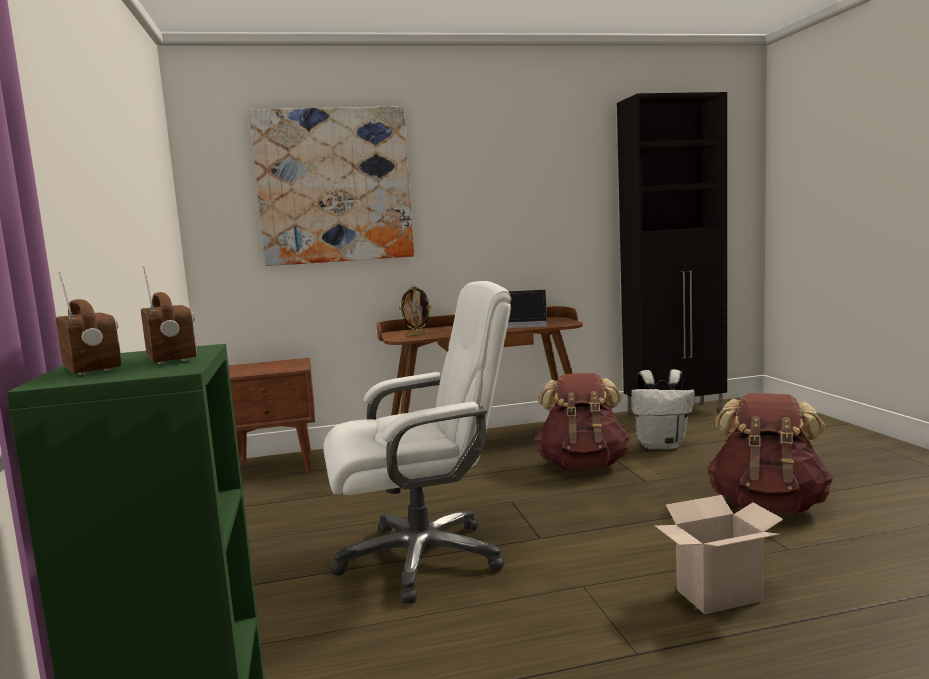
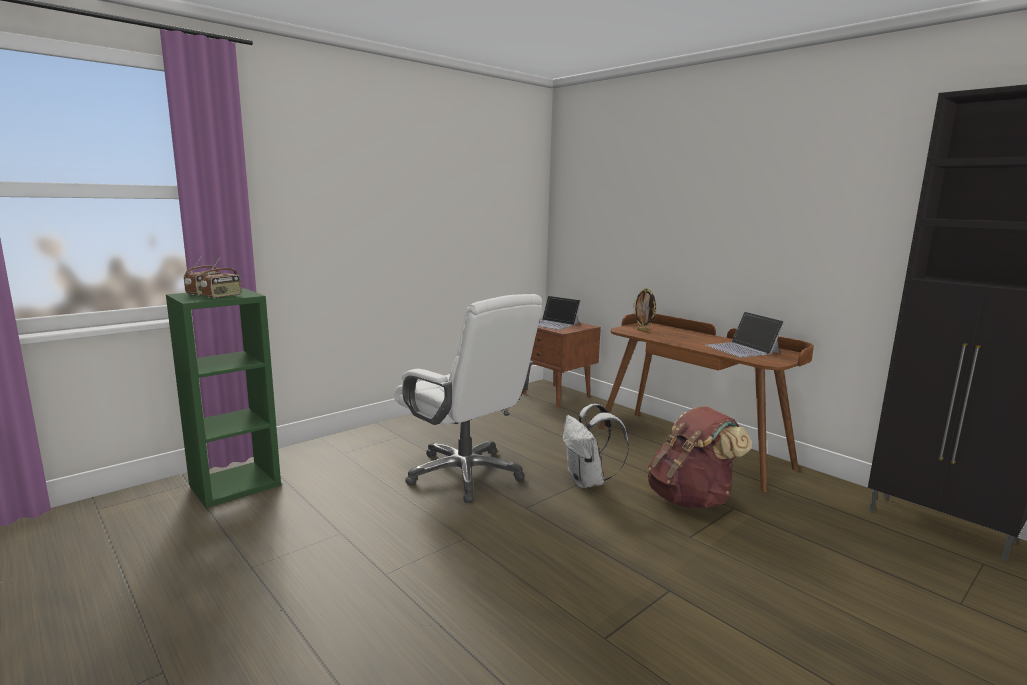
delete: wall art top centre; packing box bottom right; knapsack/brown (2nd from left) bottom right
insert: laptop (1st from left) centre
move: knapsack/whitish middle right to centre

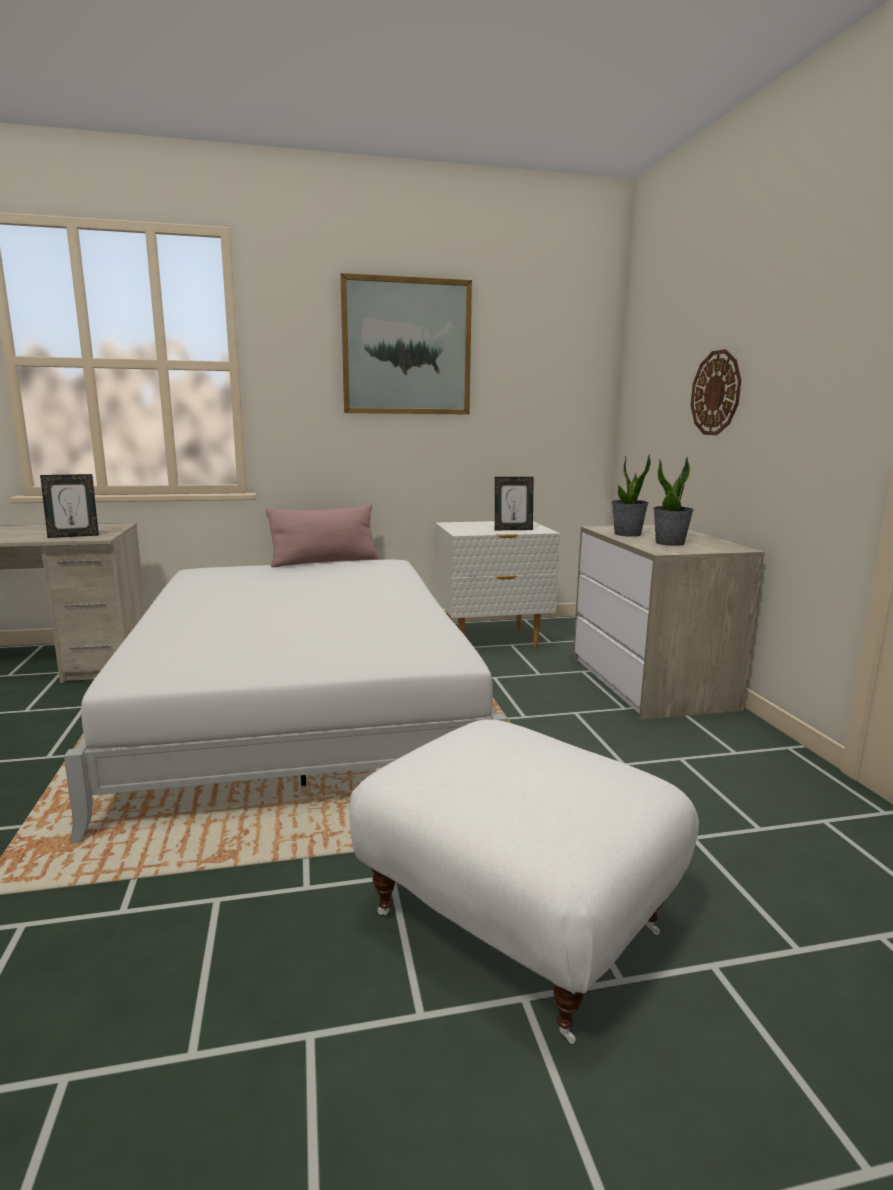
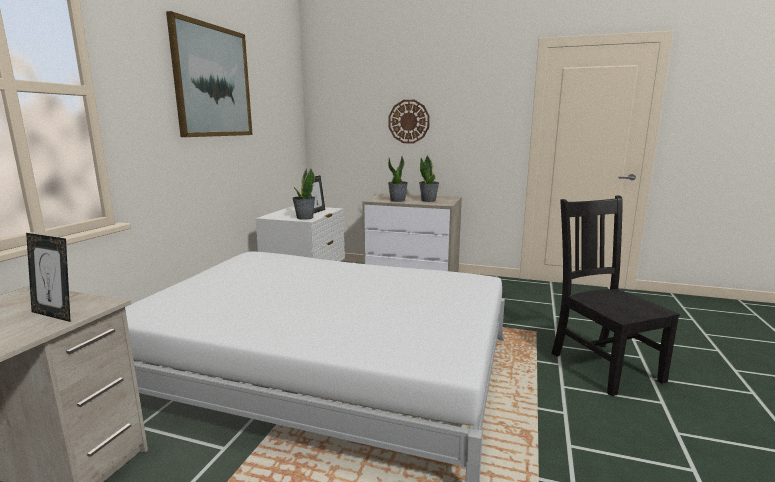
delete: cushion/pinkish centre
insert: plant in a pot (1st from left) centre
replace: footrest/whitish bottom centre to upright chair/black-coloured middle right
rotate: photo frame (1st from left) middle left = middle left 105 degrees clockwise

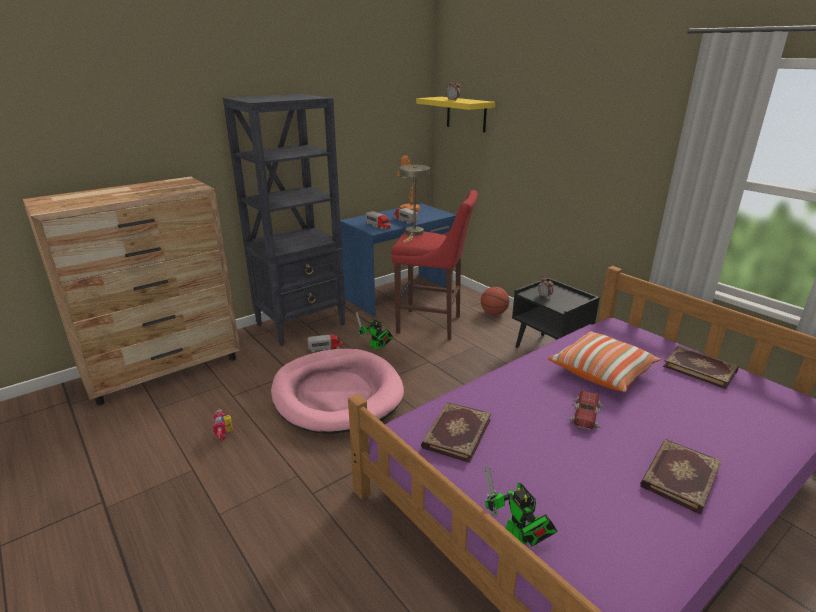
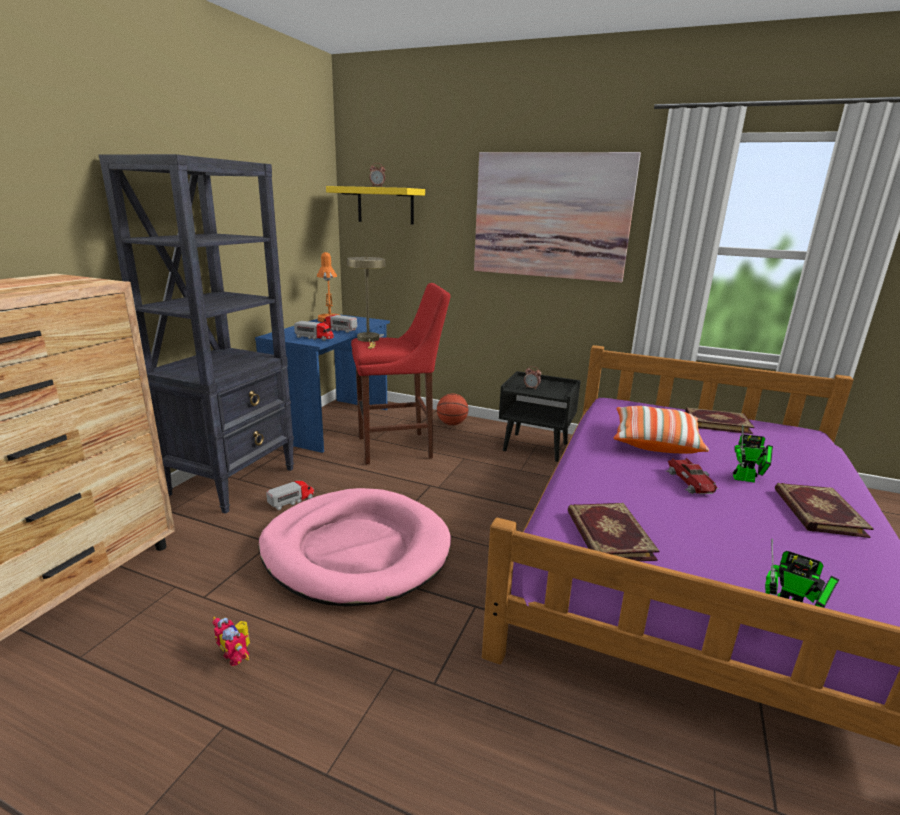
insert: wall art top centre
move: toy robot (2nd from left) centre to middle right

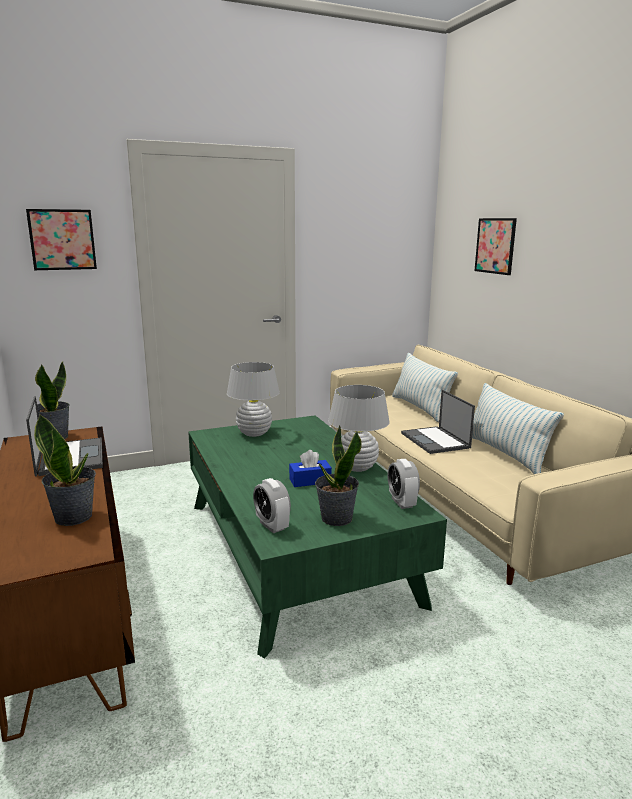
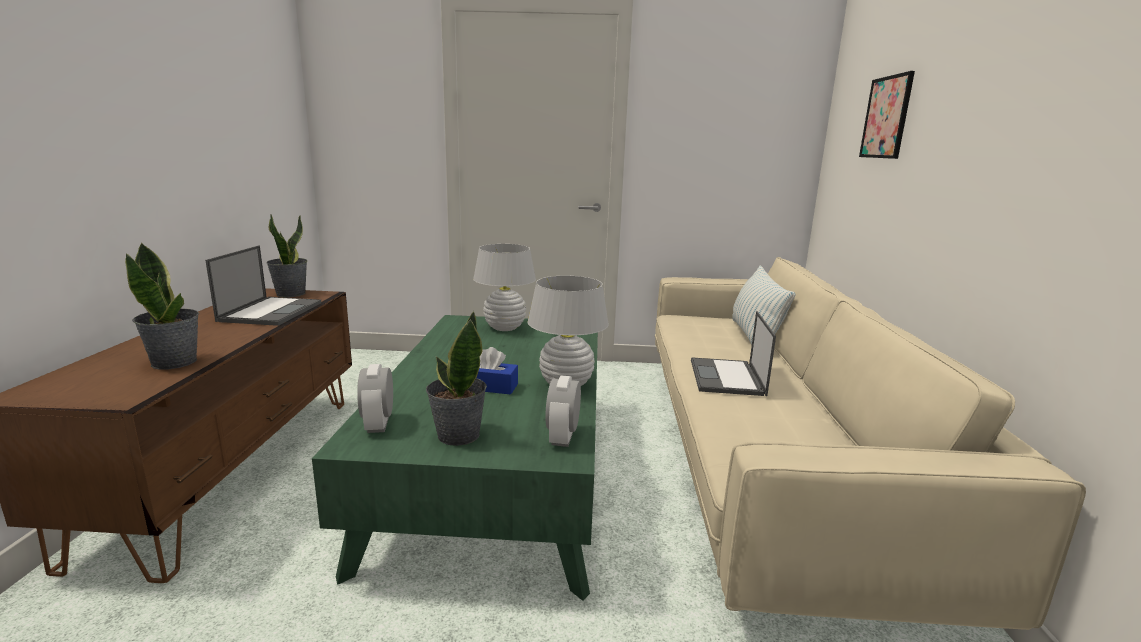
delete: wall art (1st from left) top left; cushion (2nd from left) middle right

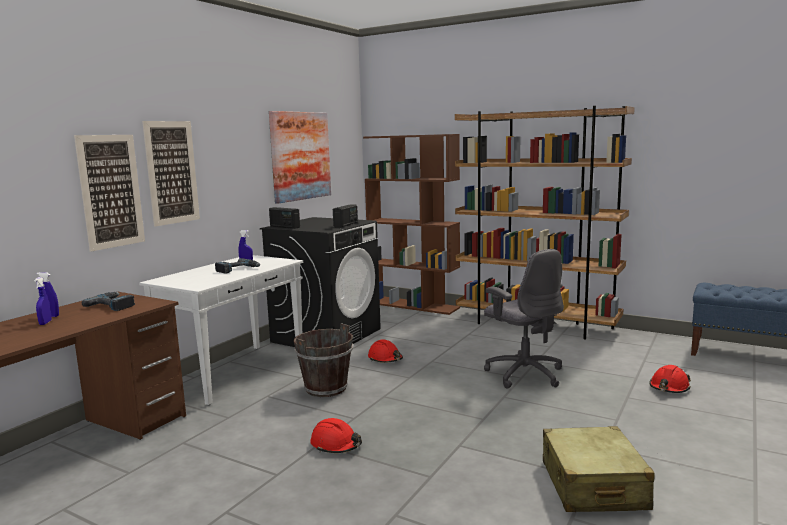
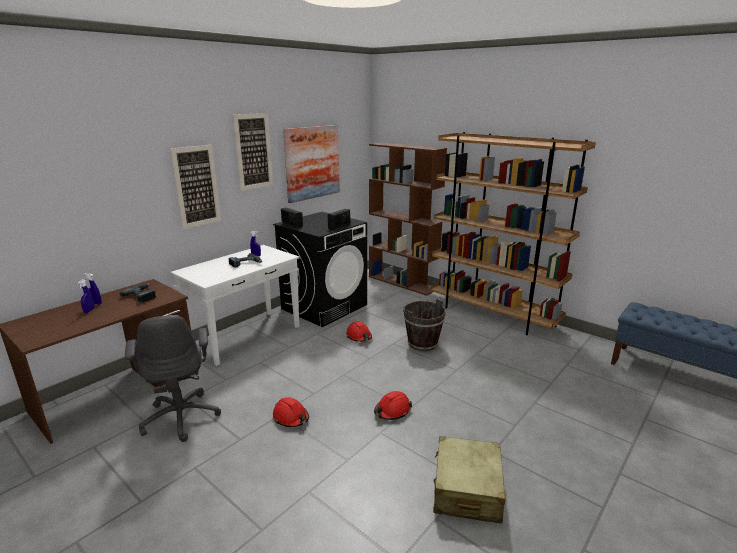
move: wall art (1st from left in the first image) middle left to wall art (2nd from left) top centre; water bucket/brown bottom centre to centre; desk chair/grey centre to bottom left; safety helmet/red-coloured (3rd from left) bottom right to bottom centre

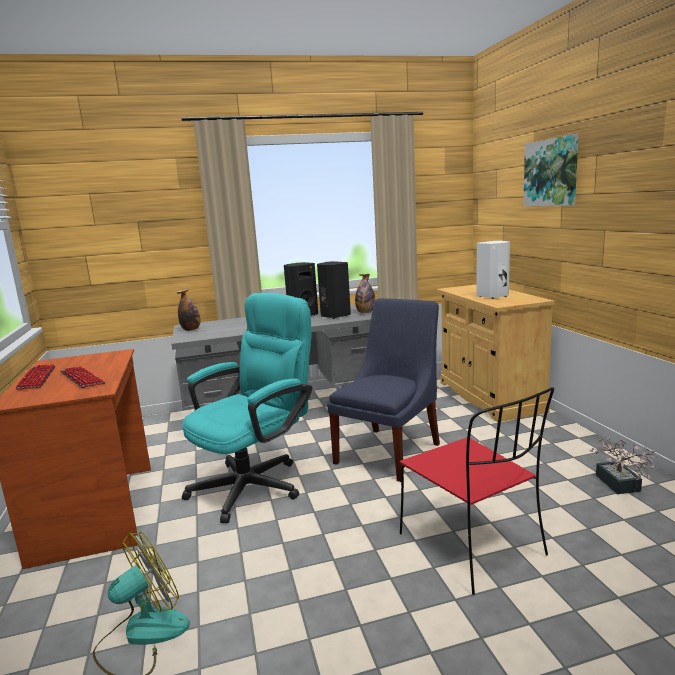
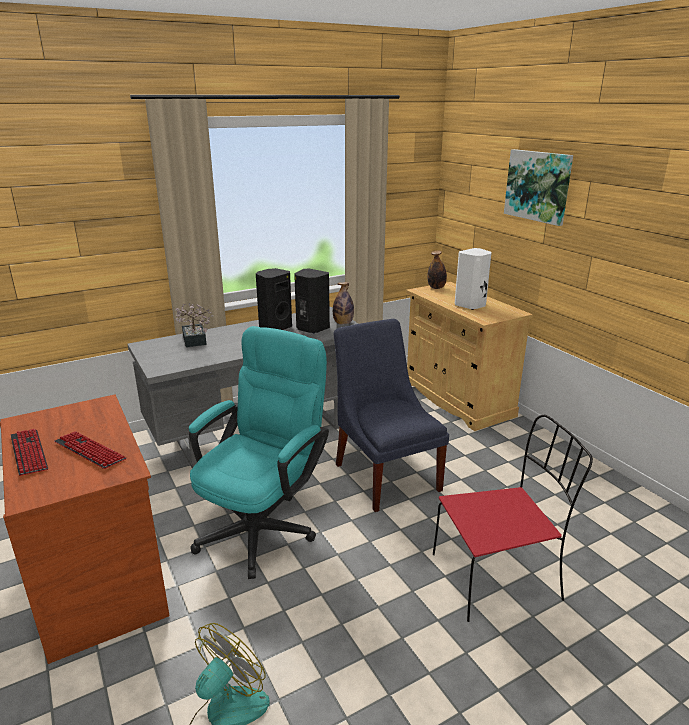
move: beverage bottle (1st from left in the first image) middle left to beverage bottle (2nd from left) centre; plant in a pot bottom right to middle left
rotate: upright chair/blue centre = centre 45 degrees counterclockwise; upright chair/red-coloured bottom right = bottom right 60 degrees counterclockwise

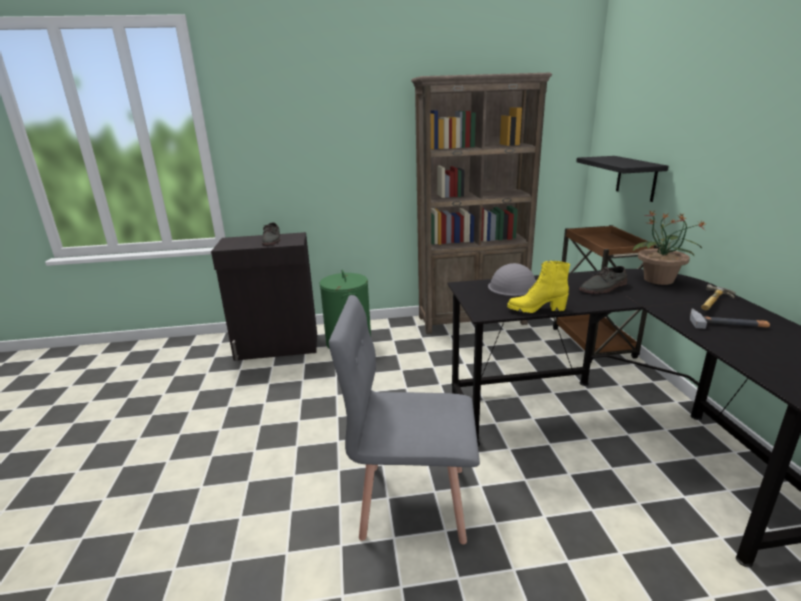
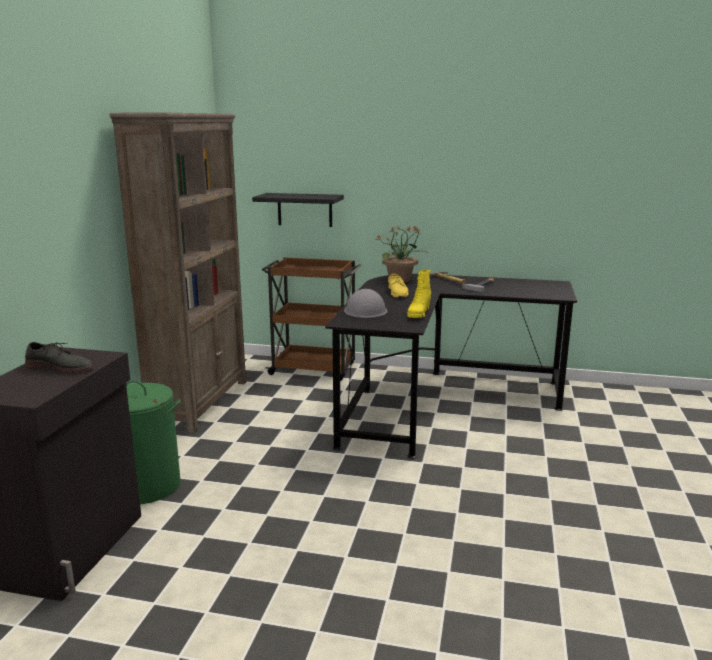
delete: upright chair/grey bottom centre
recolor: shoe/grey (2nd from left) middle right to shoe/yellowish centre

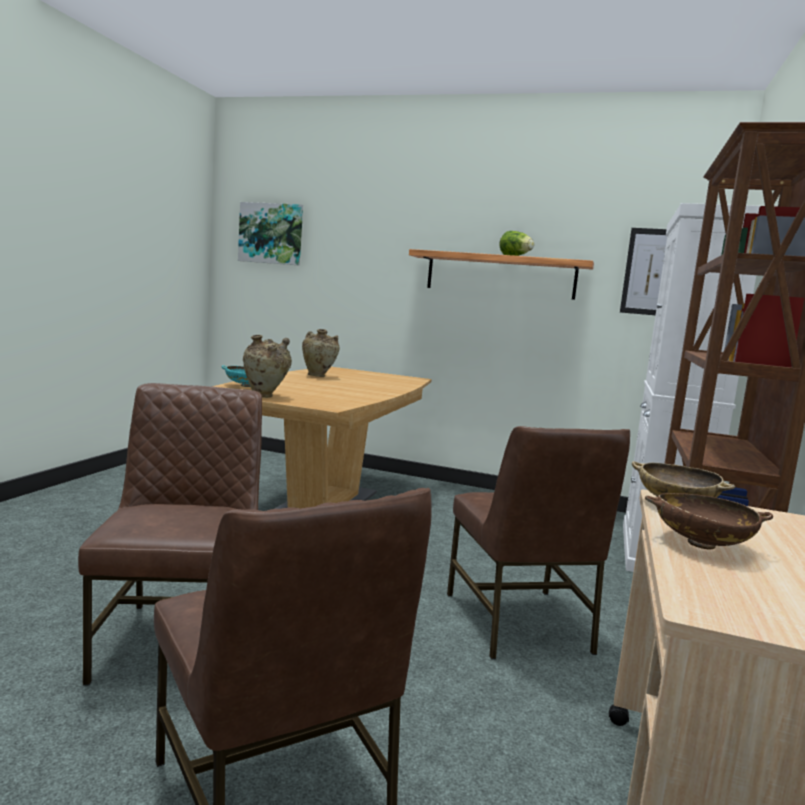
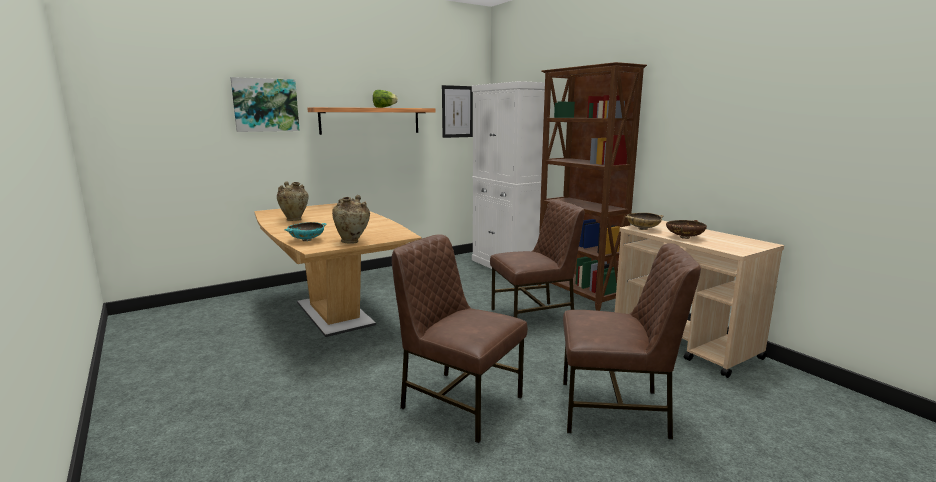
move: wall art (1st from left) top centre to top left
rotate: upright chair/brown (3rd from left in the first image) bottom right = centre 45 degrees counterclockwise

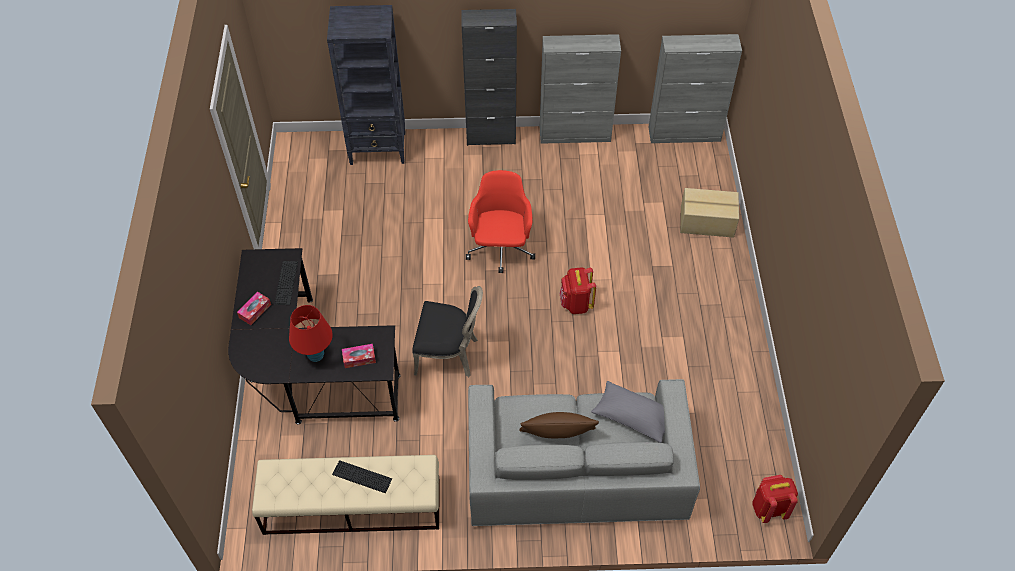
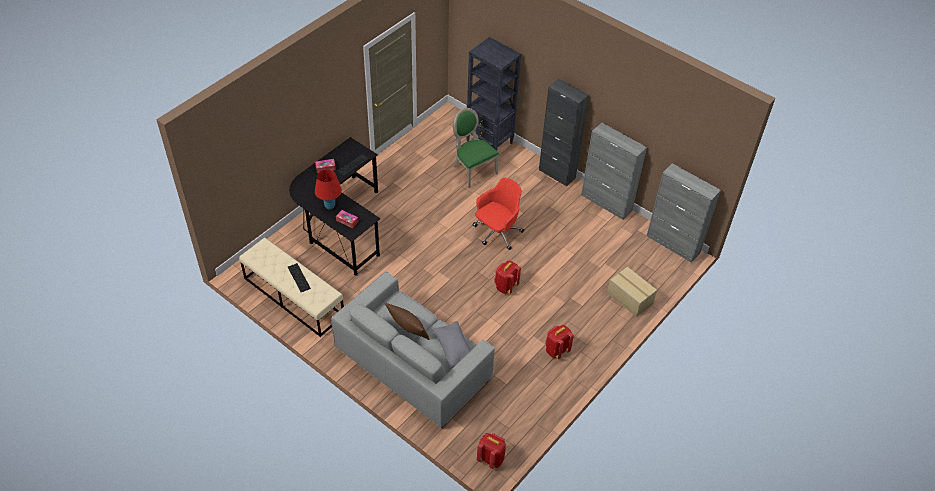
delete: upright chair/black-coloured centre
insert: upright chair/green top centre; knapsack/red-coloured (3rd from left) bottom centre

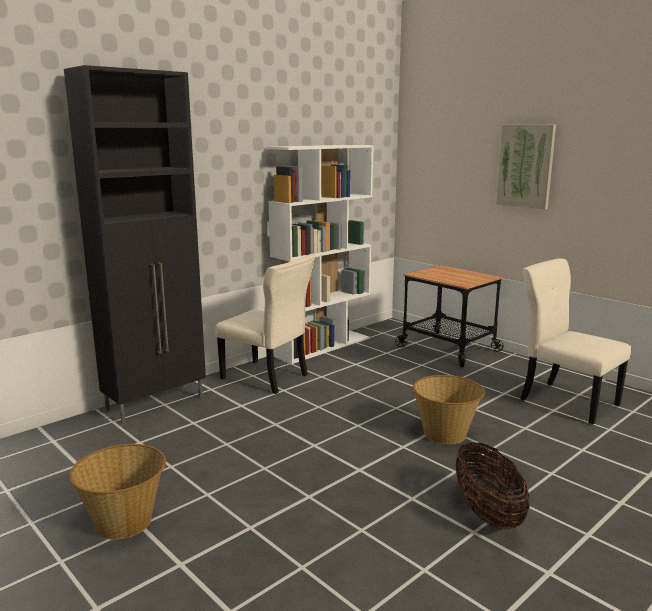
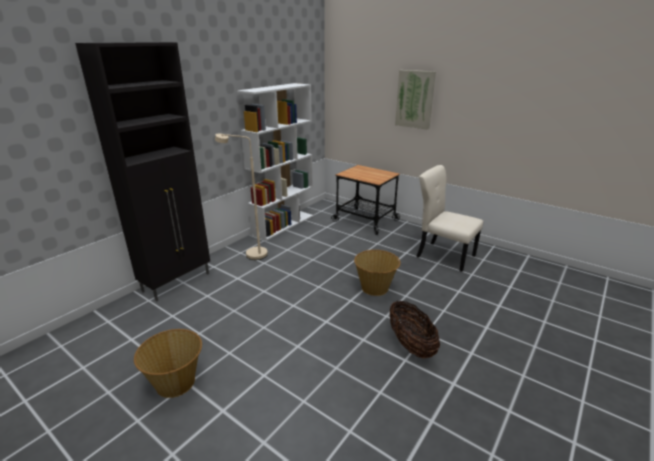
replace: upright chair/sand-coloured (1st from left) centre to standing lamp/sand-coloured centre

